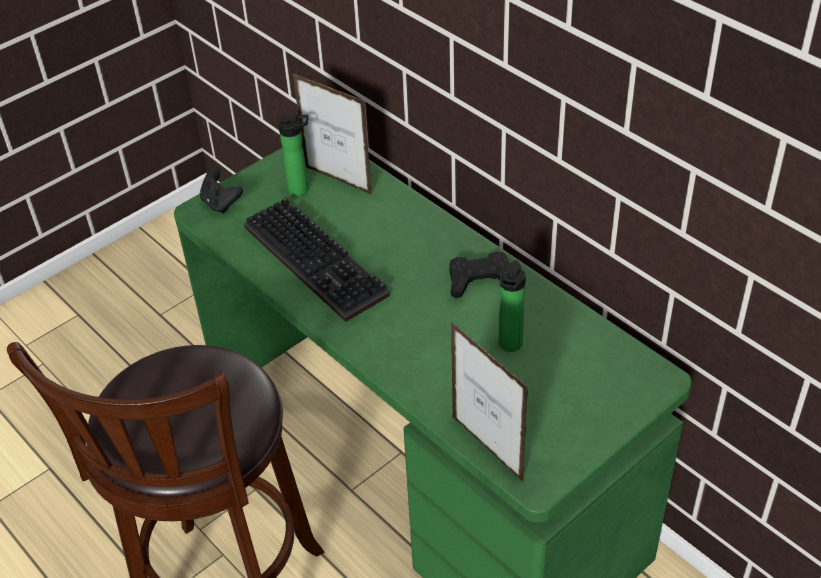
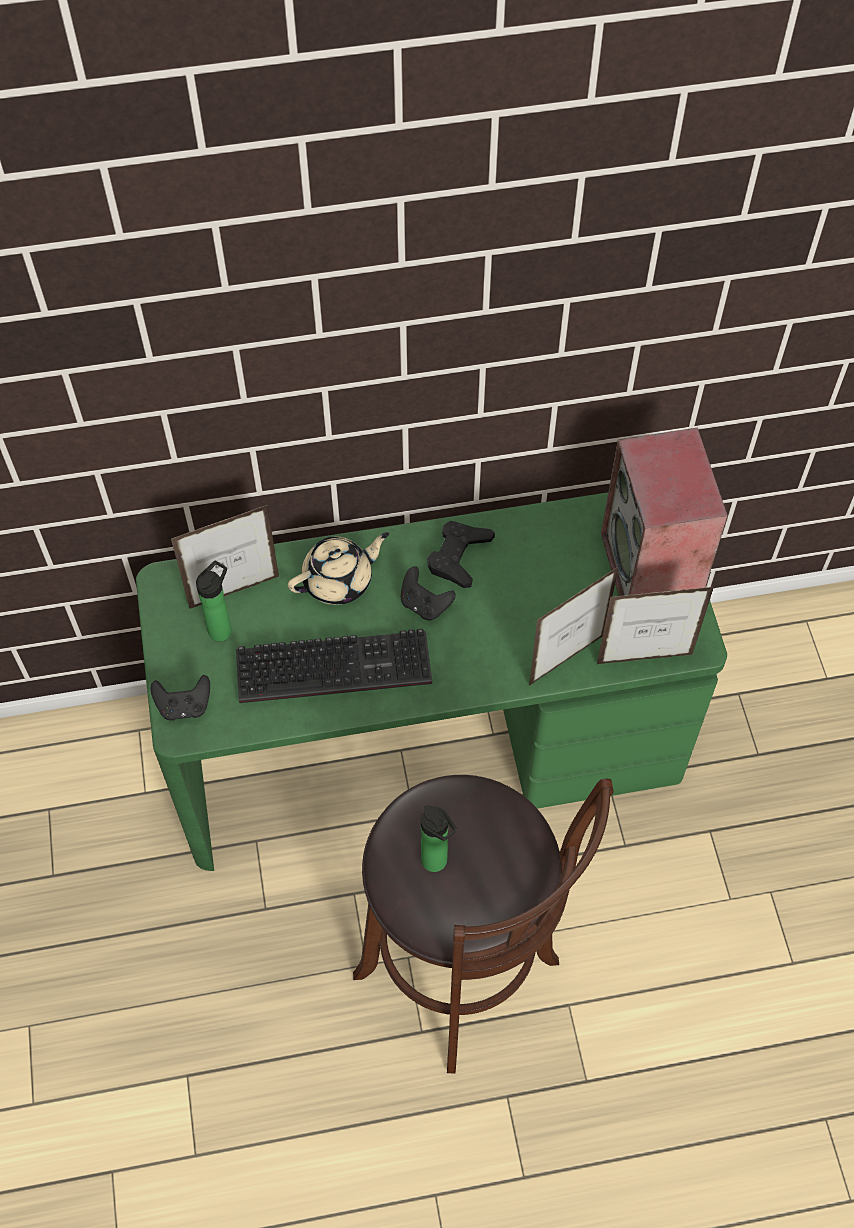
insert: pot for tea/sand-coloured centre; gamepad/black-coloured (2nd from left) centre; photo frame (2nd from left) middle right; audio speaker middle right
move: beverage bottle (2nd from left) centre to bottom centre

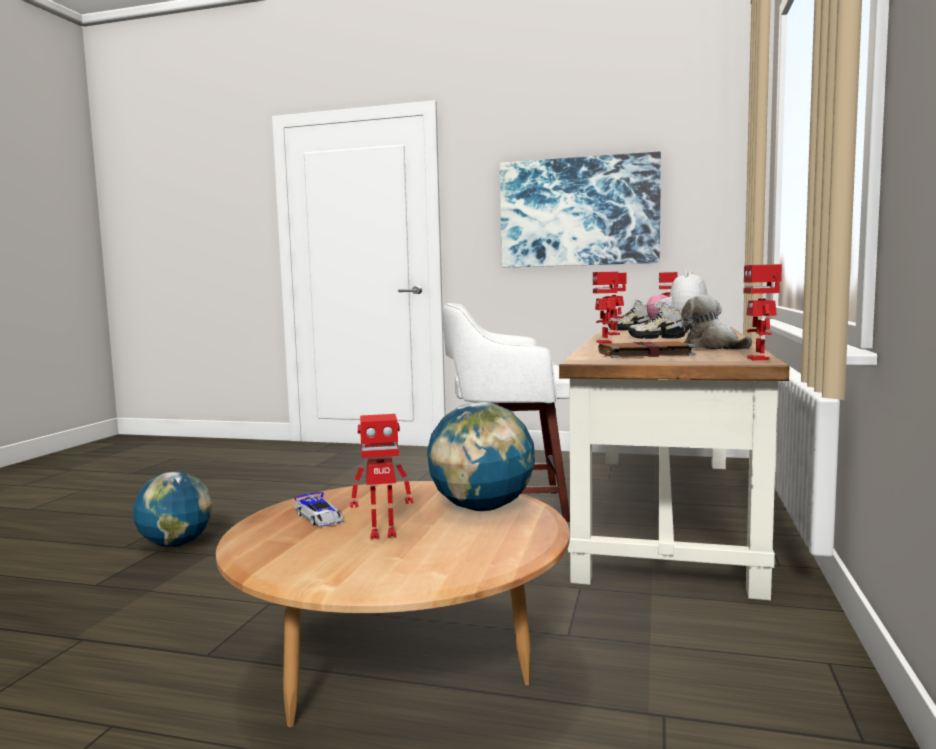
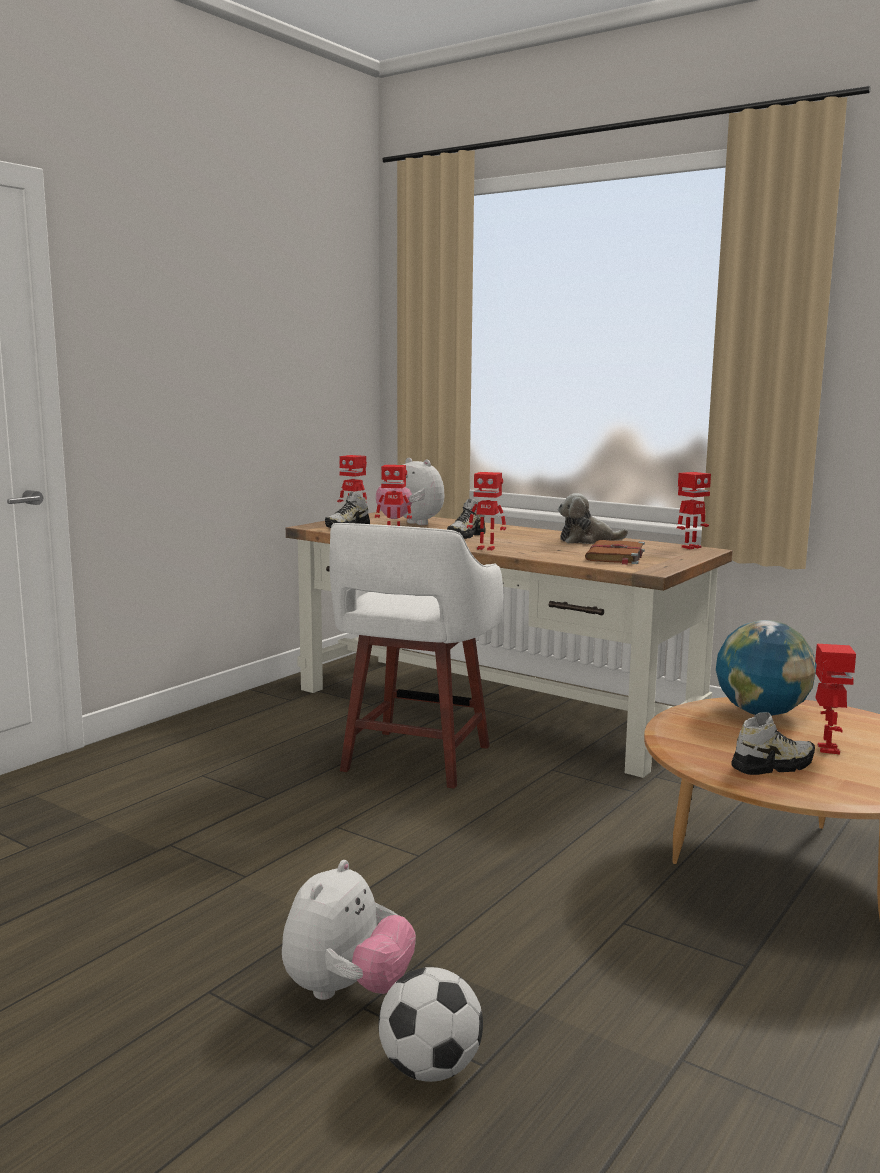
delete: wall art top centre
insert: ball for football bottom centre
replace: globe (1st from left) bottom left to plush toy (1st from left) bottom centre; model car bottom centre to shoe (3rd from left) middle right
rotate: toy robot (5th from left in the first image) middle right = middle right 60 degrees counterclockwise

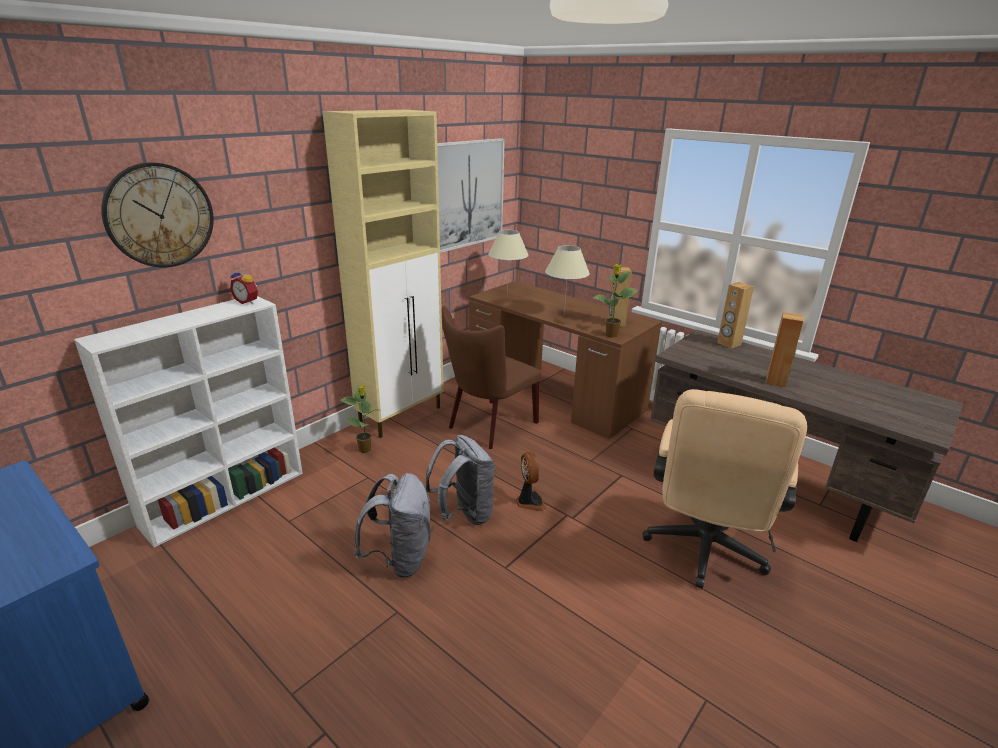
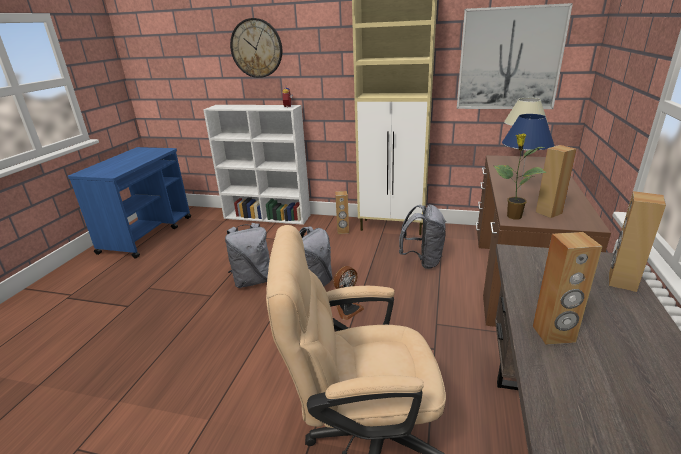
replace: plant in a pot (1st from left) centre to audio speaker/brown (1st from left) centre; upright chair/brown centre to knapsack/grey (3rd from left) centre
recolor: tabletop lamp/sand-coloured (2nd from left) centre to tabletop lamp/blue top right

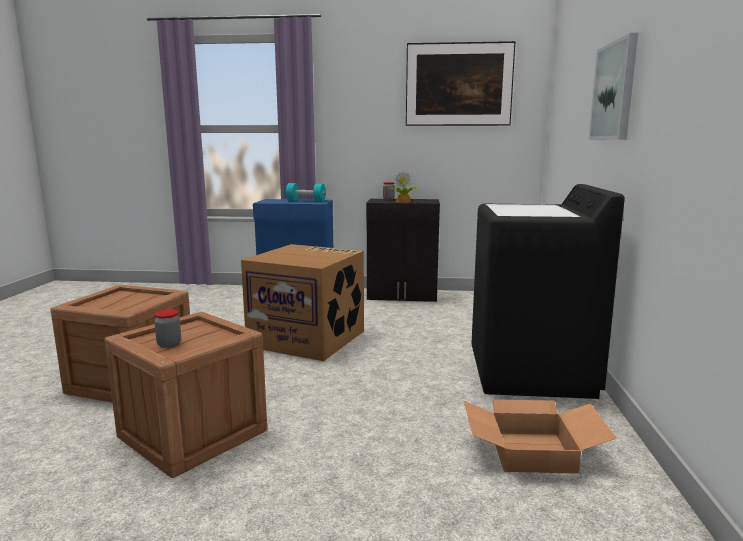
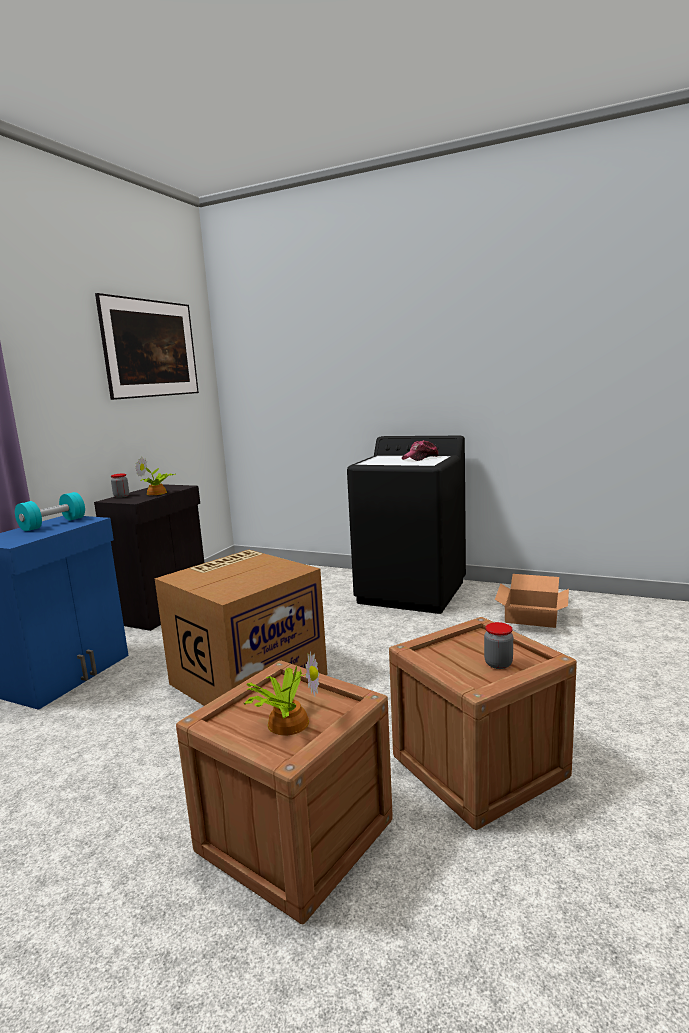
delete: wall art (2nd from left) top right
insert: plant in a pot (2nd from left) bottom centre; cap centre

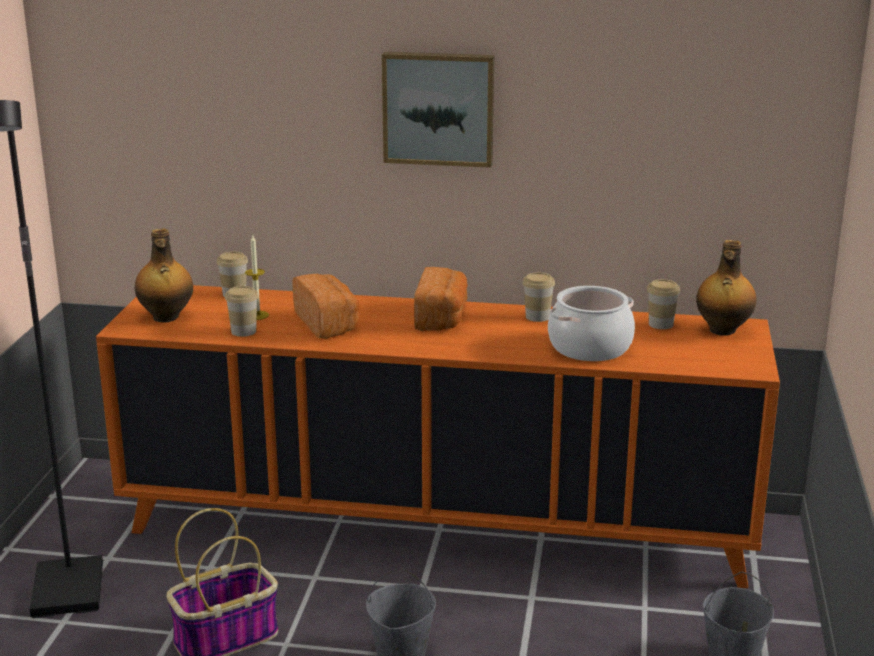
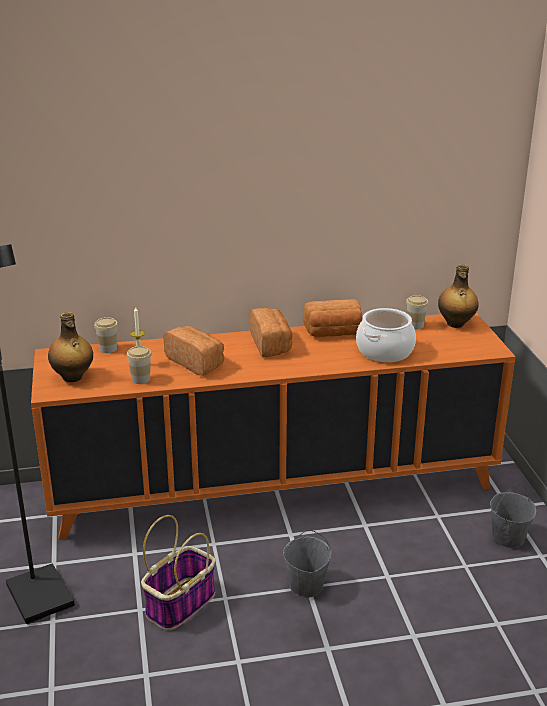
delete: wall art top centre
replace: small cup (3rd from left) centre to baked bread (3rd from left) centre

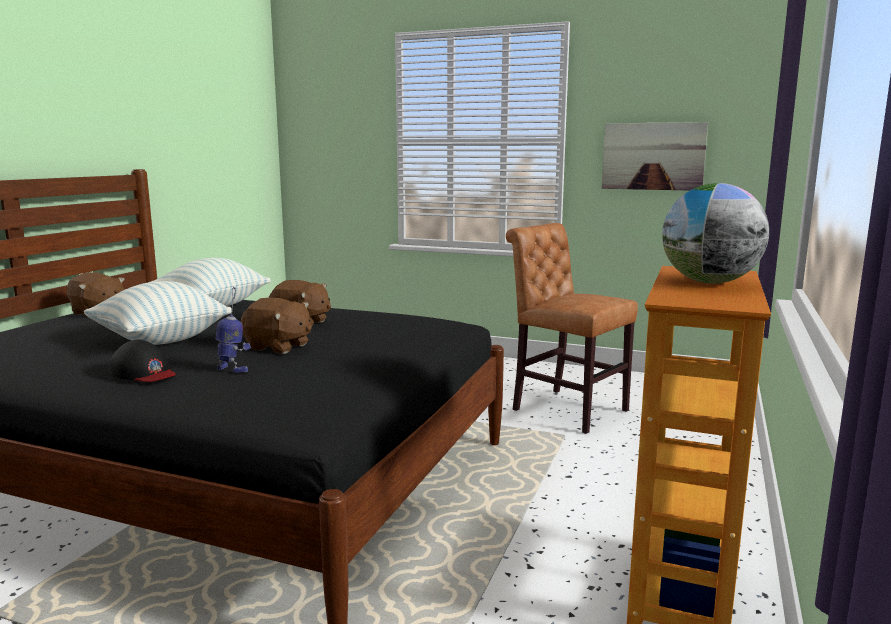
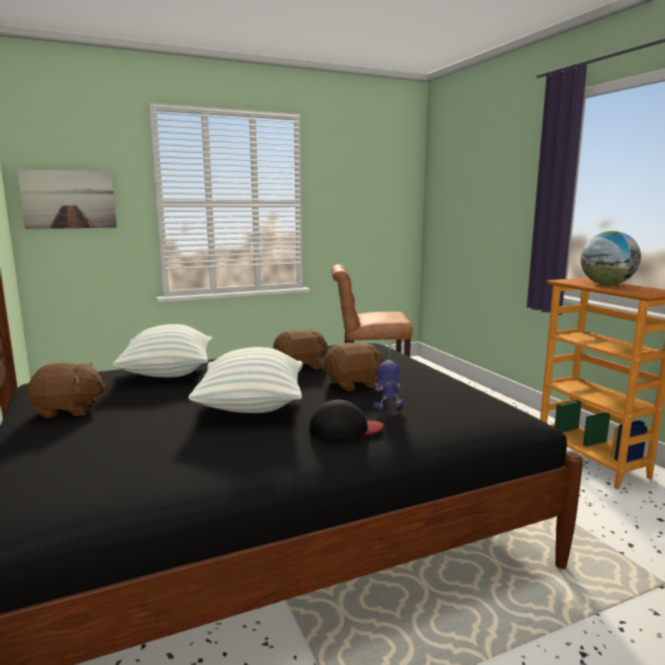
move: wall art top right to top left

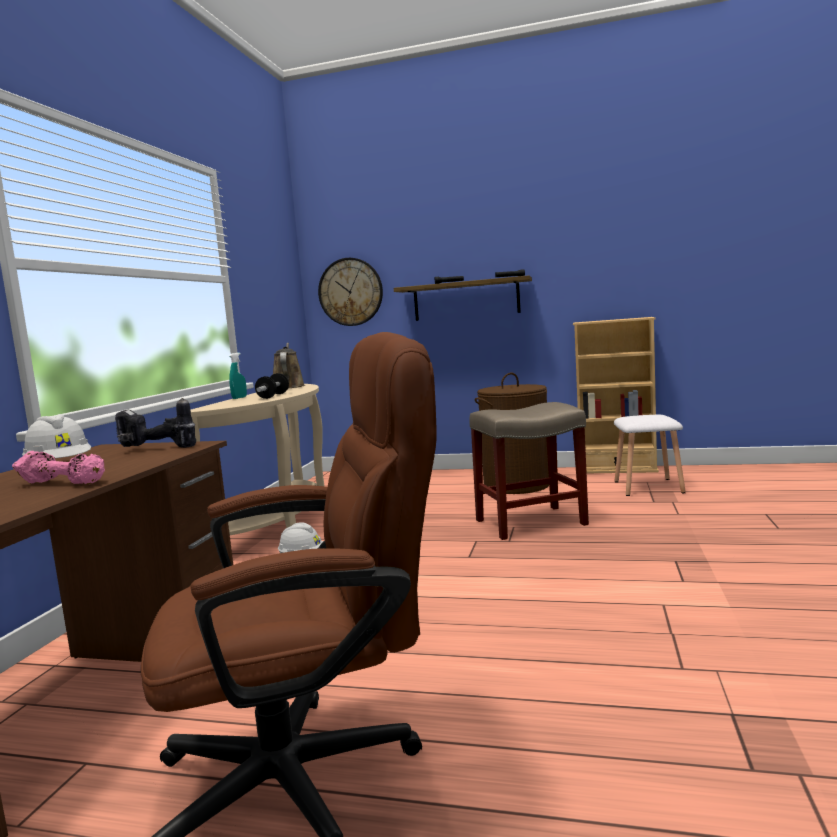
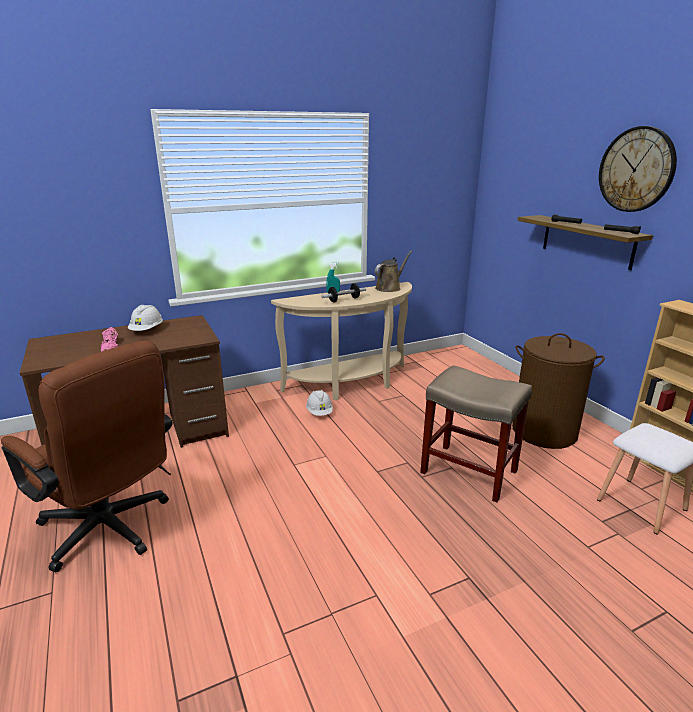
delete: electric drill middle left
move: hanging clock centre to top right

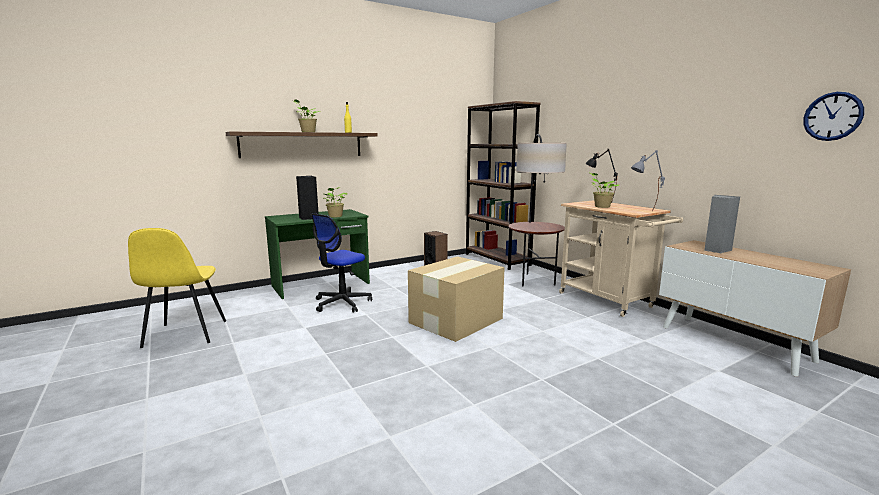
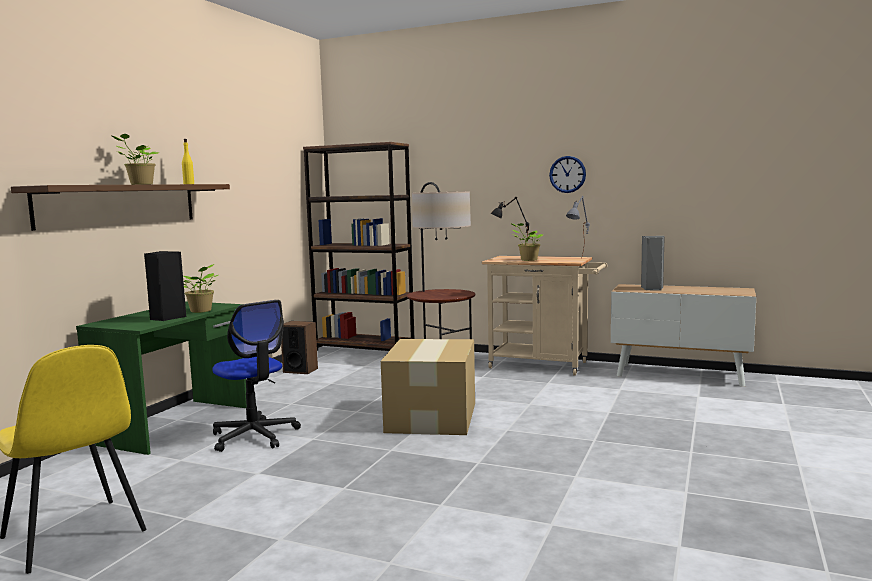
move: hanging clock top right to top centre
rotate: desk chair centre = middle left 45 degrees counterclockwise

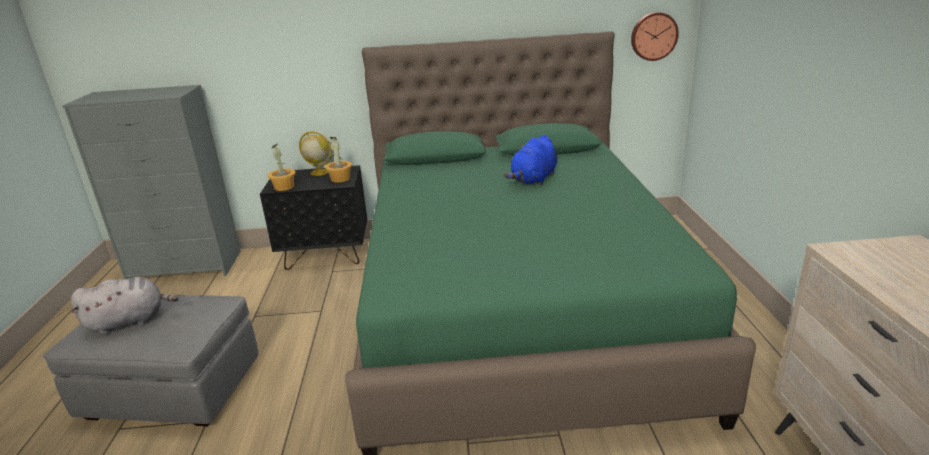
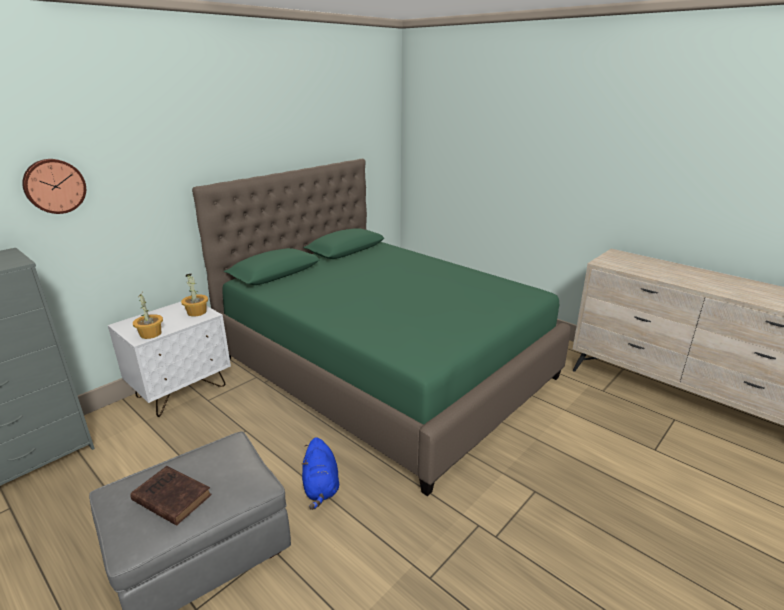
delete: globe centre
move: plush toy/blue centre to bottom centre; hanging clock top right to top left
replace: plush toy/grey bottom left to volume/brown bottom left
recolor: nightstand/black-coloured centre to nightstand/whitish middle left

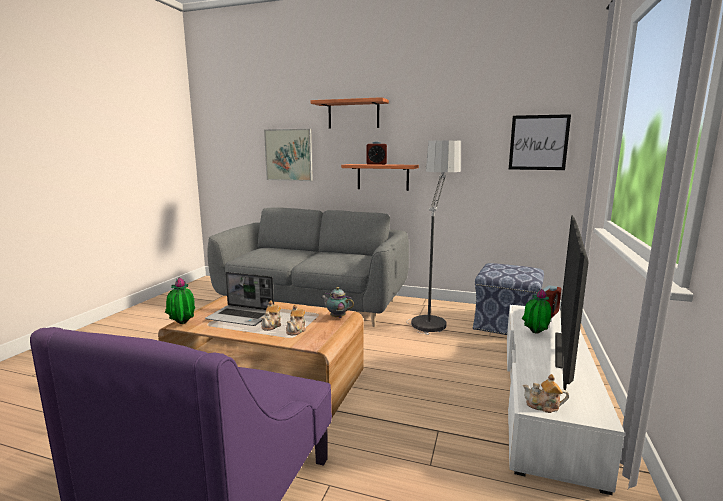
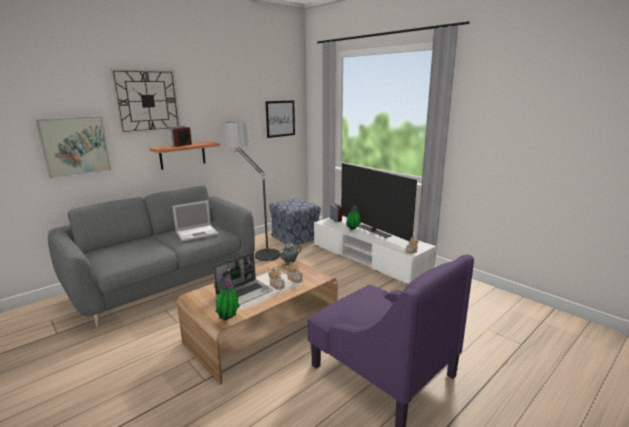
insert: laptop (1st from left) middle left
replace: shelf (1st from left) top centre to hanging clock top left

